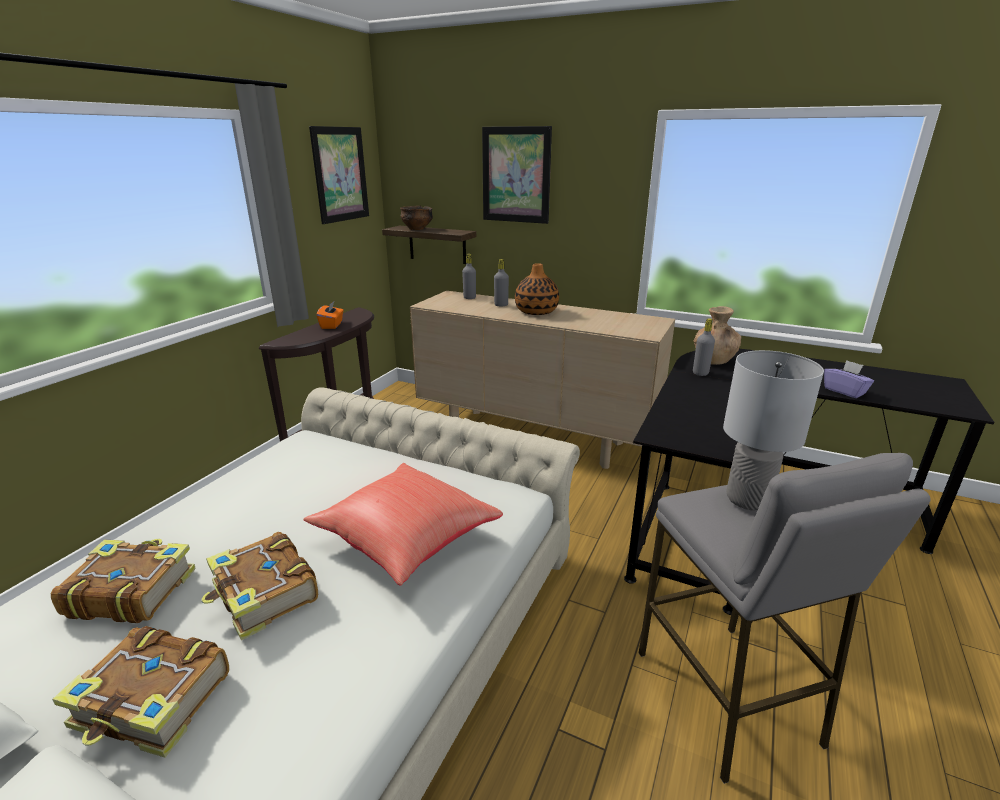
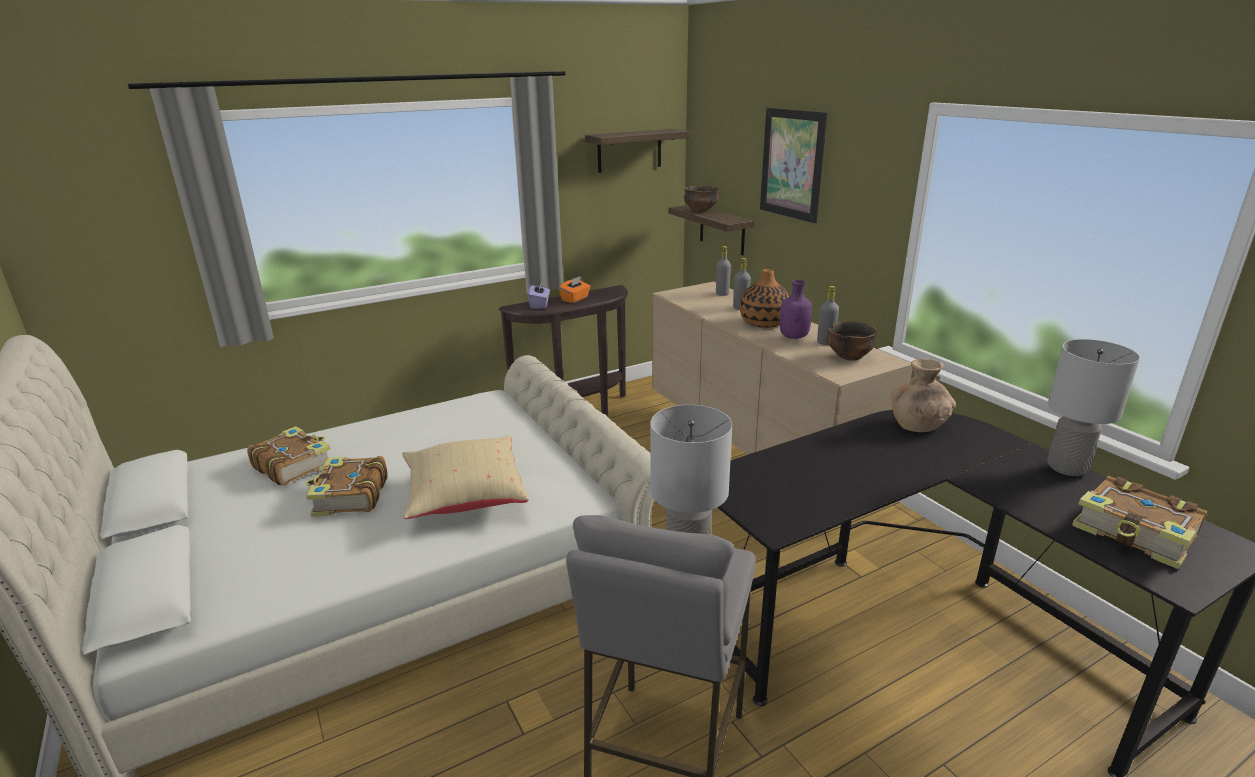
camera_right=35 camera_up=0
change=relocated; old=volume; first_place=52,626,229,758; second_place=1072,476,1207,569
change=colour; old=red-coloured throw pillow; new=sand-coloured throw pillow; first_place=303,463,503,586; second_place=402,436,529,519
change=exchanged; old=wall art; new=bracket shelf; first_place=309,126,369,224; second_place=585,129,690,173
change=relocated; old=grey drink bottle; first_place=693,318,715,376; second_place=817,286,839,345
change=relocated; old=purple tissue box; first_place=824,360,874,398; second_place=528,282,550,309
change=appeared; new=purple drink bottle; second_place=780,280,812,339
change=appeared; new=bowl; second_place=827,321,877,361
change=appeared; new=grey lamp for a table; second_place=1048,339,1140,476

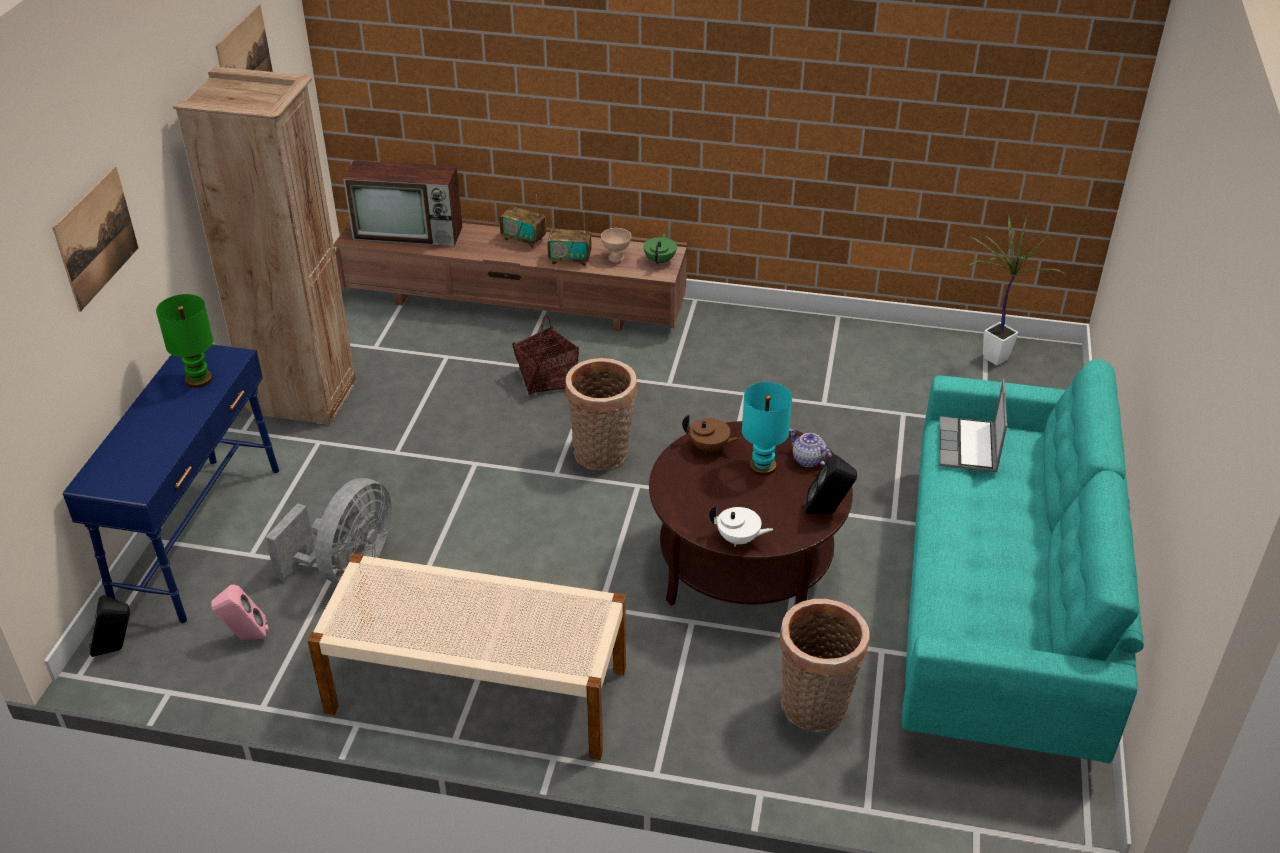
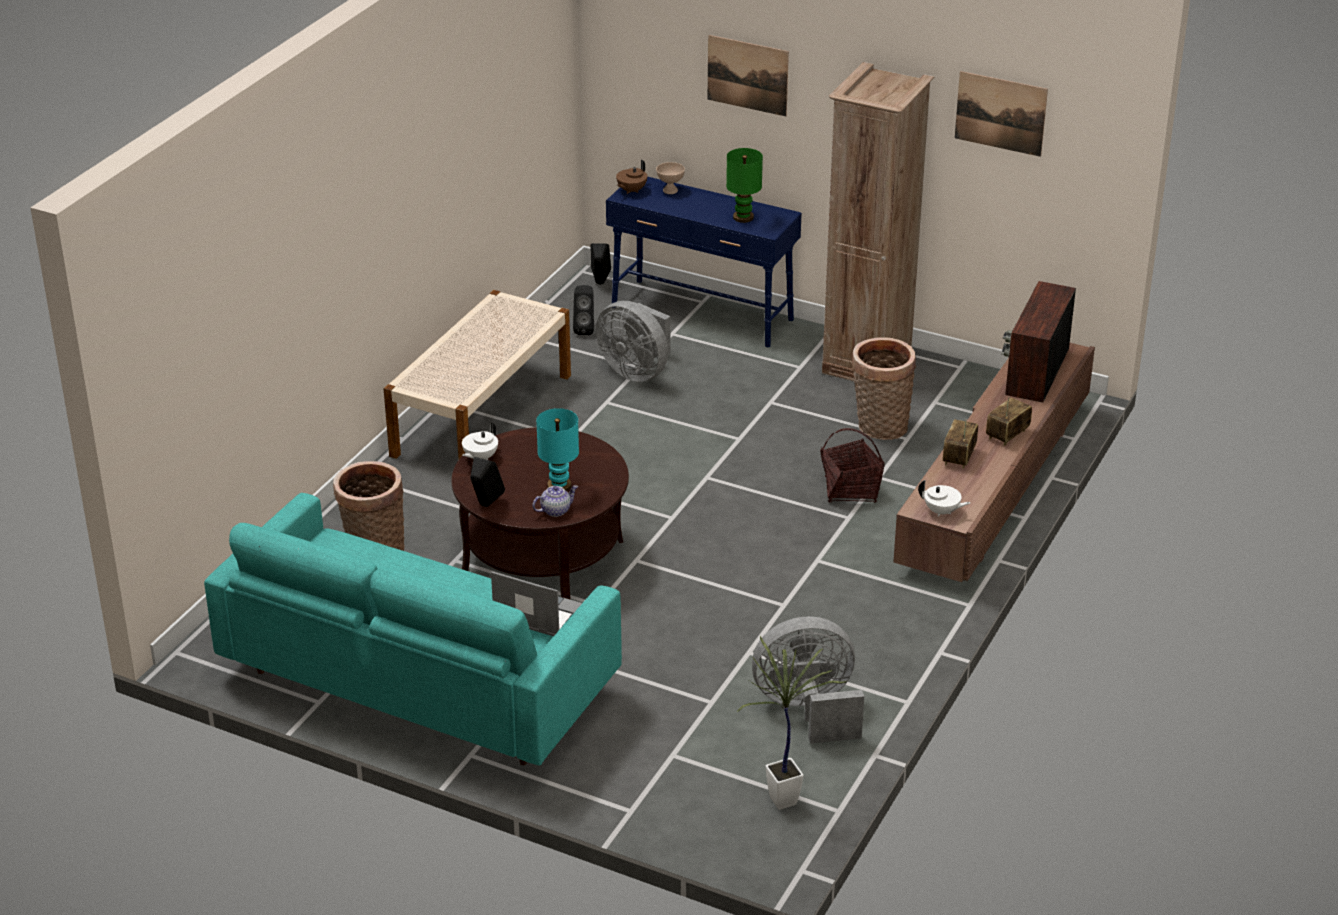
camera_right=105 camera_up=-5
change=colour; old=pink-coloured audio speaker; new=black-coloured audio speaker; first_place=211,585,269,640; second_place=573,285,594,335
change=relocated; old=household basket; first_place=565,358,637,470; second_place=852,337,916,440
change=relocated; old=sand-coloured bowl; first_place=601,228,631,263; second_place=656,162,685,194
change=colour; old=green tea pot; new=whitish tea pot; first_place=644,233,677,265; second_place=918,480,970,517
change=relocated; old=brown tea pot; first_place=682,414,741,454; second_place=616,160,647,194
change=appeared; new=grey fan; second_place=752,617,864,744

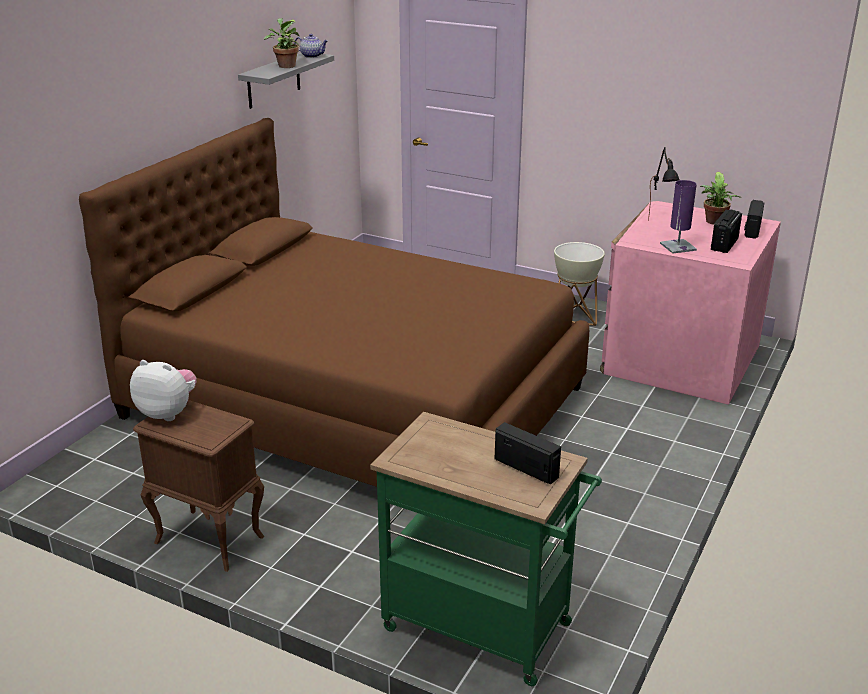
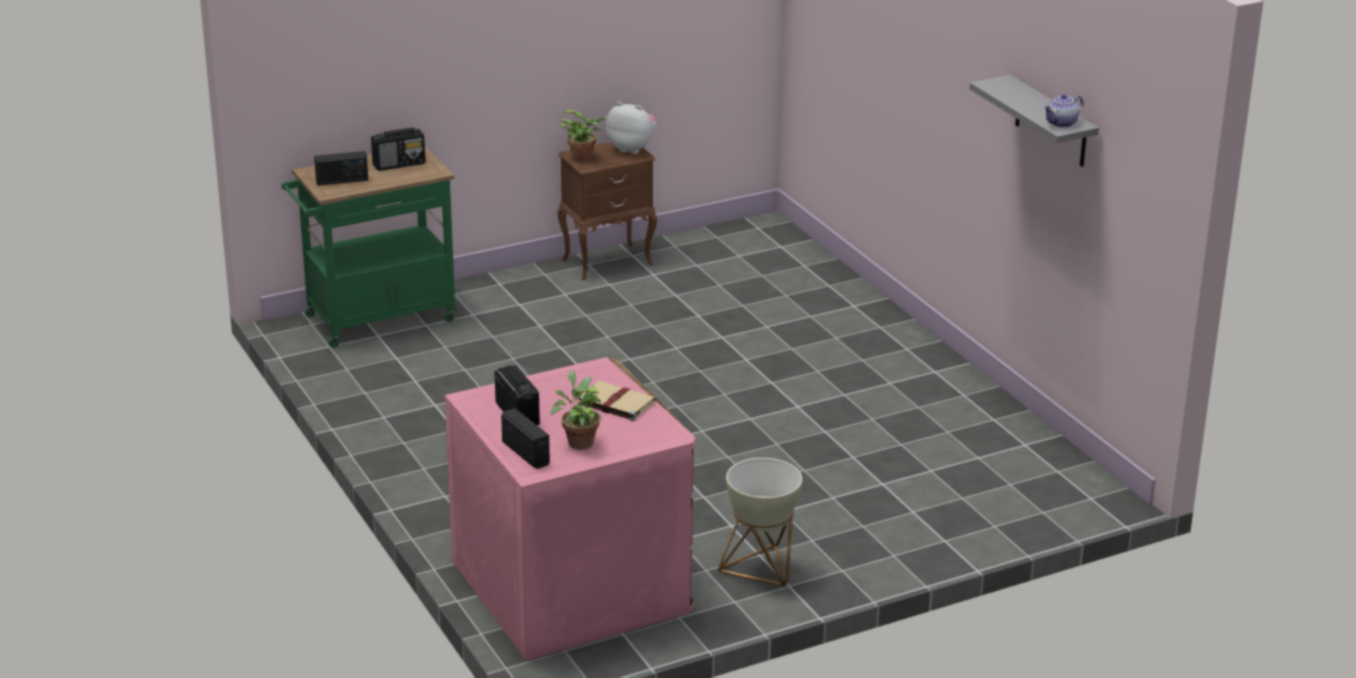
camera_right=125 camera_up=0
change=missing; old=brown sleeping bed; first_place=79,118,589,487
change=spun; old=cuddly toy; first_place=130,360,197,421; second_place=606,101,657,154; degrees=-120
change=relocated; old=houseplant; first_place=264,18,300,68; second_place=560,110,609,162
change=exchanged; old=black-coloured lamp for a table; new=sand-coloured volume; first_place=648,147,679,221; second_place=577,381,656,421
change=missing; old=purple lamp for a table; first_place=660,180,697,254
change=appeared; new=radio set; second_place=371,128,426,171

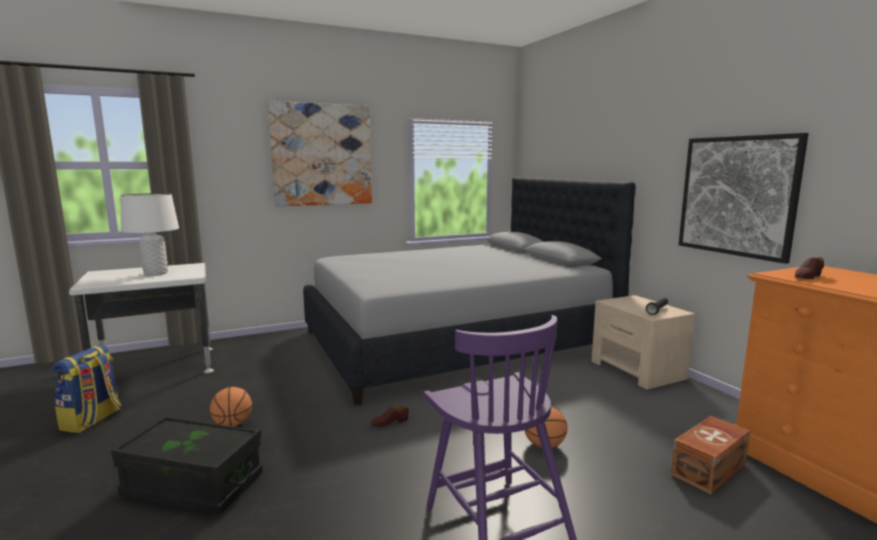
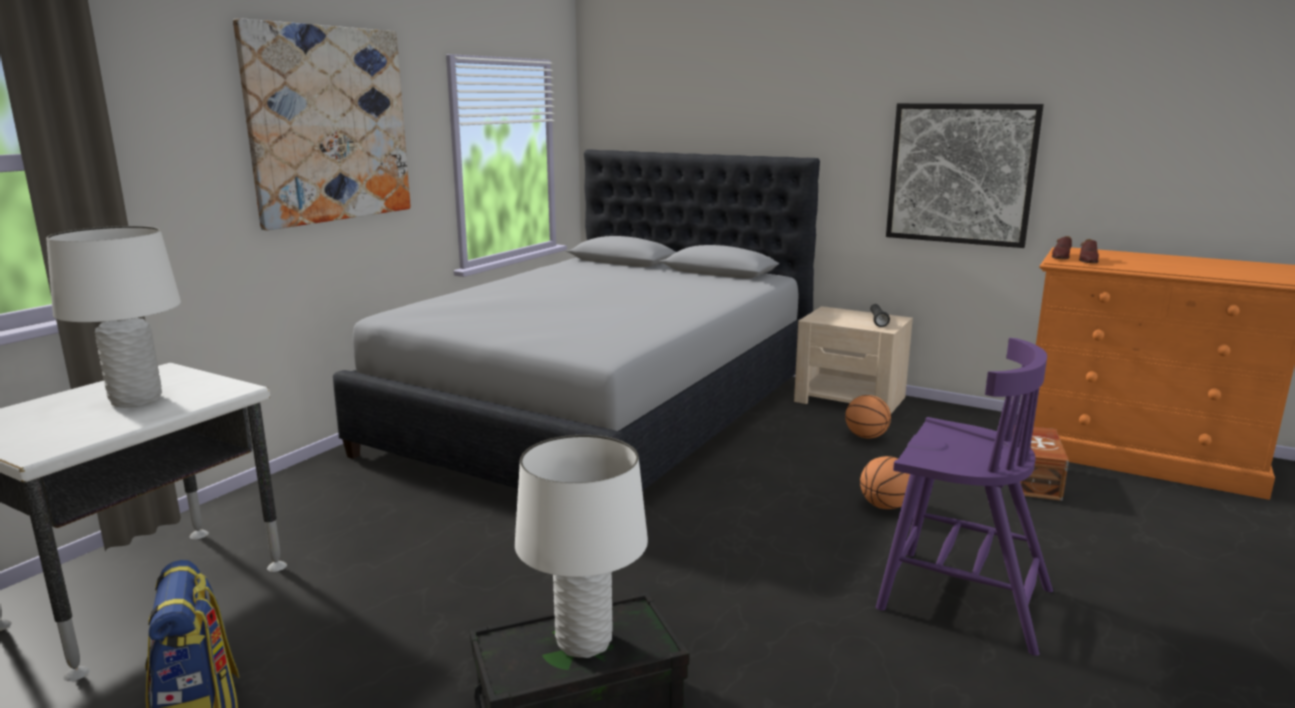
camera_right=-35 camera_up=5
change=relocated; old=basketball ball; first_place=210,387,252,427; second_place=845,395,891,439
change=relocated; old=brown shoe; first_place=370,406,409,427; second_place=1052,236,1072,259
change=appeared; new=whitish lamp for a table; second_place=515,435,648,658

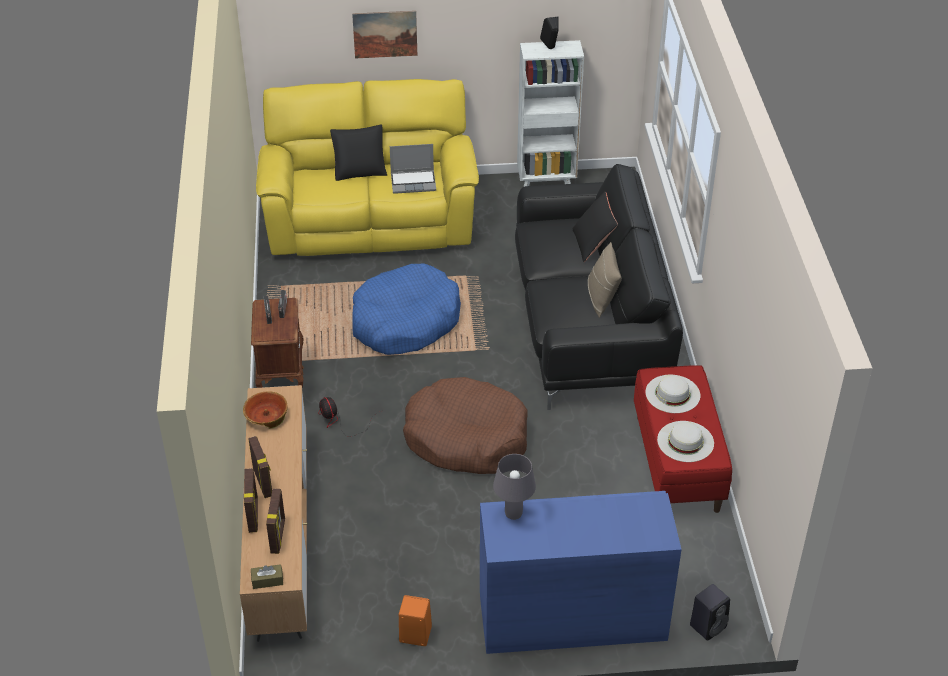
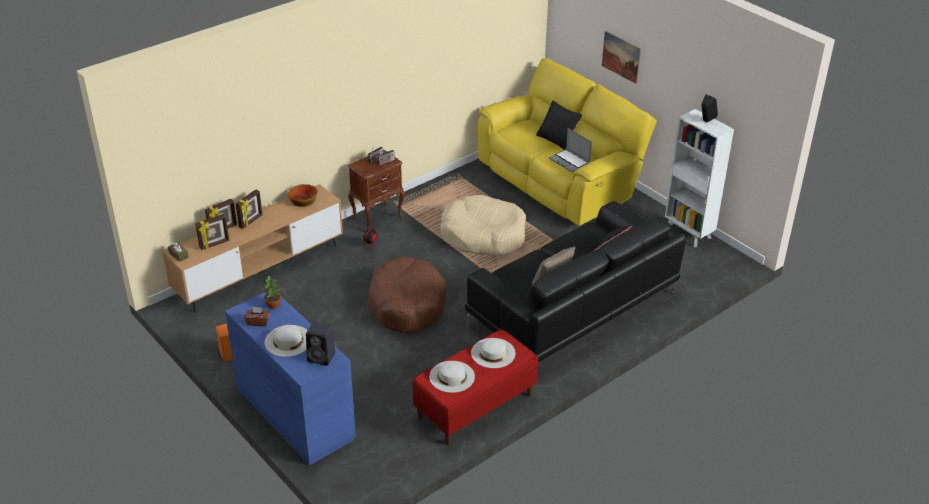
camera_right=55 camera_up=-5
change=colour; old=bluish dog bed; new=sand-coloured dog bed; first_place=353,264,461,355; second_place=440,195,526,256
change=exchanged; old=grey lamp for a table; new=houseplant; first_place=493,454,536,520; second_place=263,276,281,309
change=relocated; old=black-coloured audio speaker; first_place=690,584,730,641; second_place=306,321,335,366
change=appeared; new=brown tissue box; second_place=244,307,270,326
change=appeared; new=whitish wearable hat; second_place=264,325,308,357

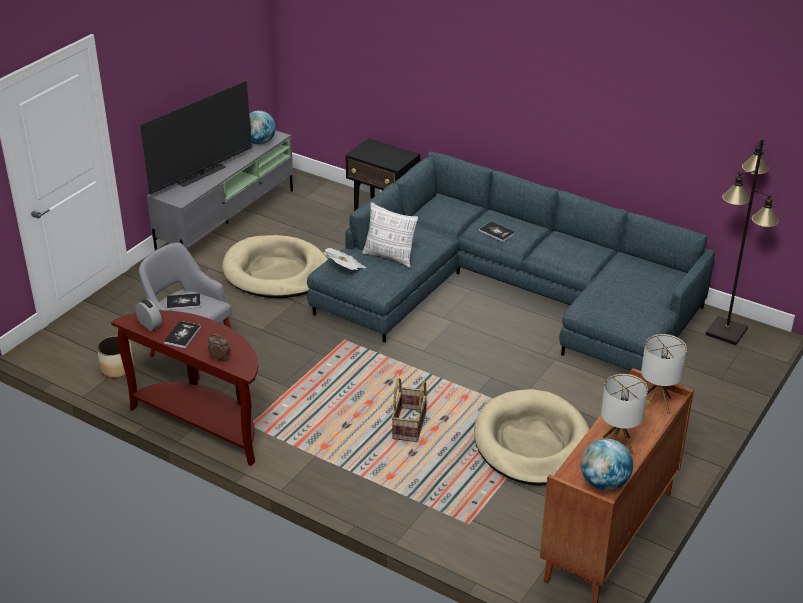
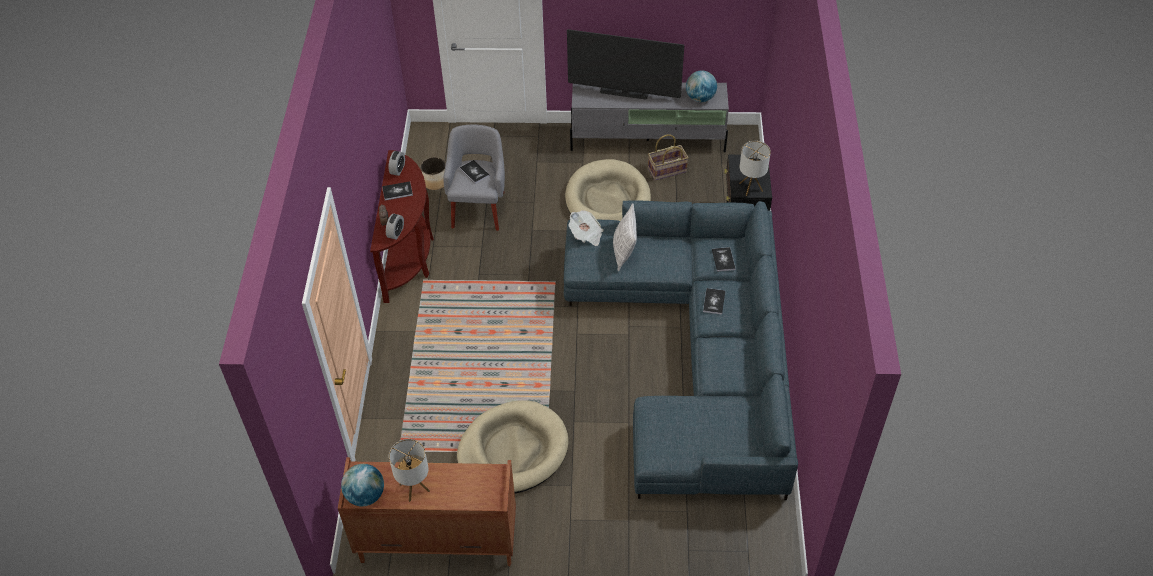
camera_right=60 camera_up=15
change=relocated; old=household basket; first_place=391,378,427,442; second_place=648,134,689,180
change=relocated; old=lamp for a table; first_place=641,334,687,414; second_place=739,141,771,196
change=missing; old=black-coloured floor lamp; first_place=705,139,779,345
change=appeared; new=alarm clock; second_place=386,214,404,240
change=appeared; new=volume; second_place=712,247,736,272

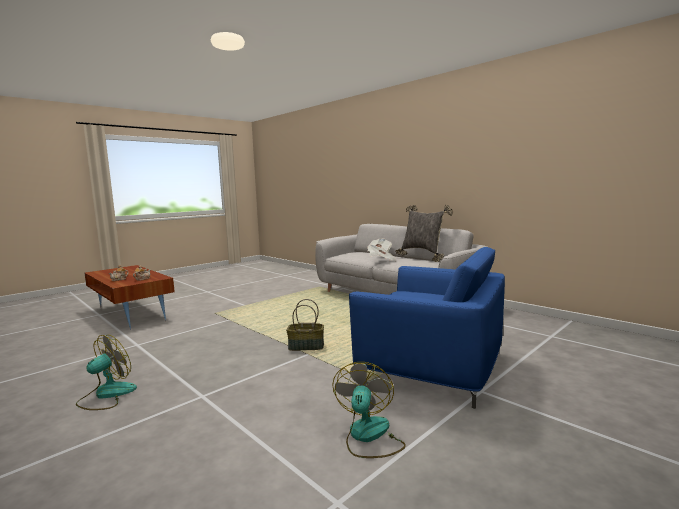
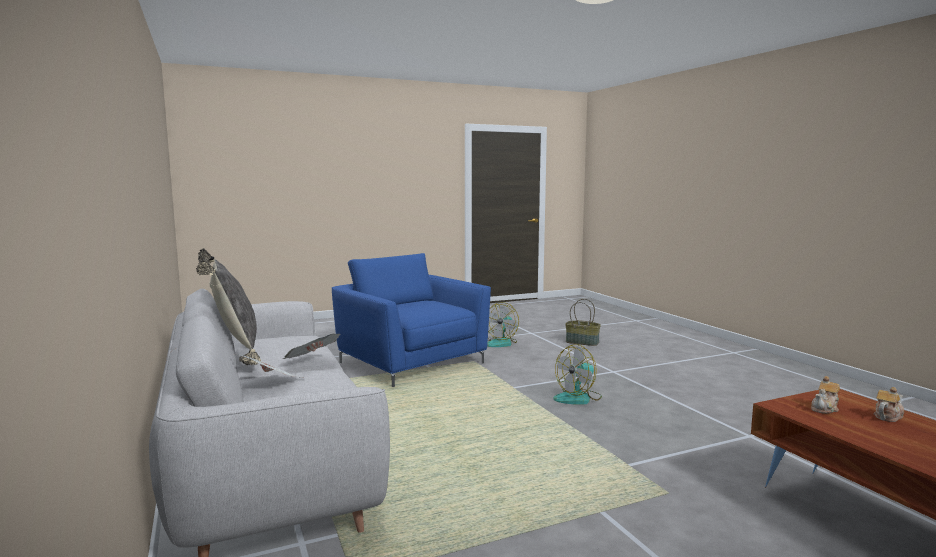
camera_right=-160 camera_up=0
change=relocated; old=fan; first_place=76,335,137,410; second_place=553,344,602,405
change=relocated; old=household basket; first_place=286,299,324,351; second_place=565,299,601,346

